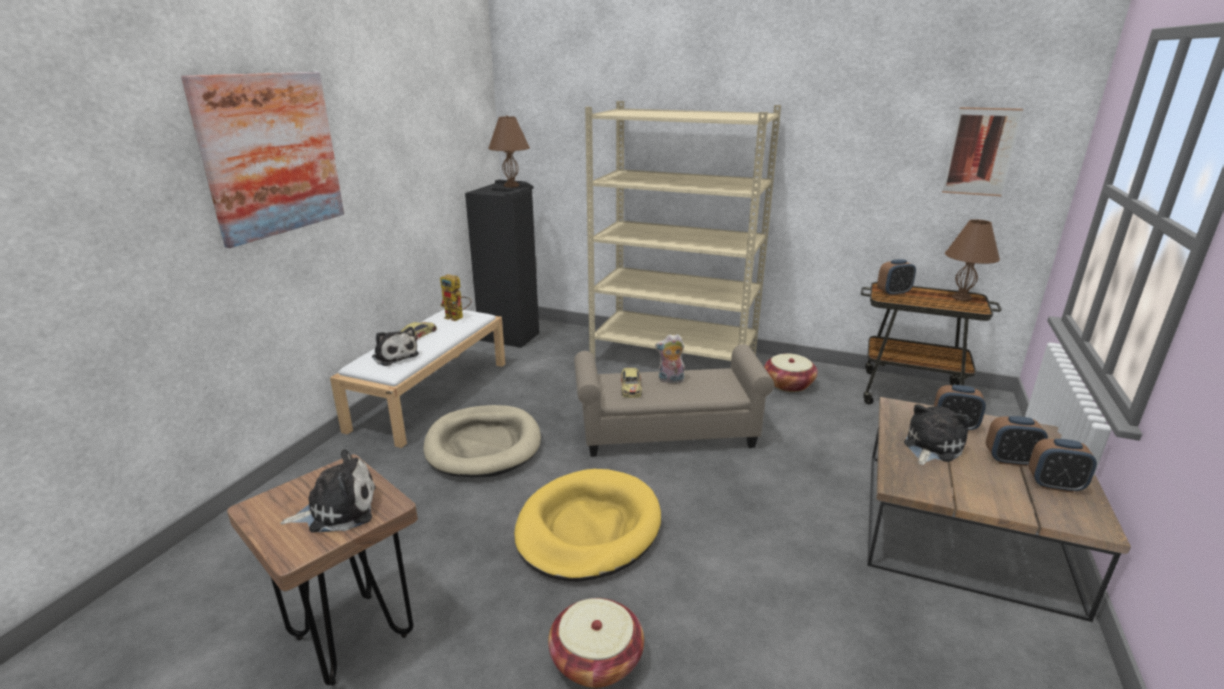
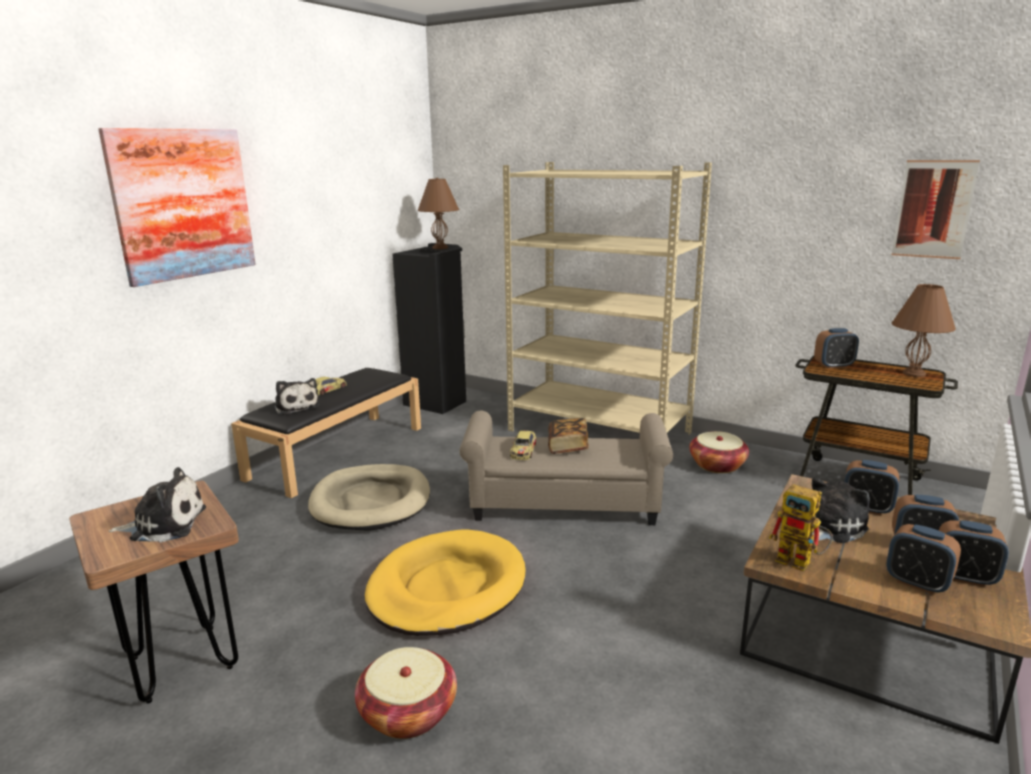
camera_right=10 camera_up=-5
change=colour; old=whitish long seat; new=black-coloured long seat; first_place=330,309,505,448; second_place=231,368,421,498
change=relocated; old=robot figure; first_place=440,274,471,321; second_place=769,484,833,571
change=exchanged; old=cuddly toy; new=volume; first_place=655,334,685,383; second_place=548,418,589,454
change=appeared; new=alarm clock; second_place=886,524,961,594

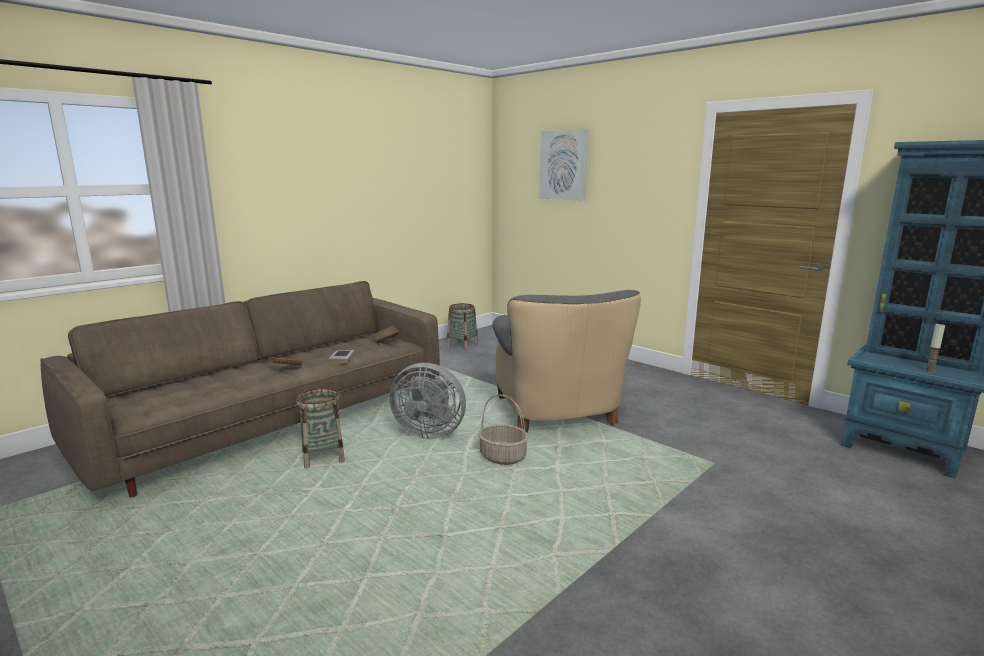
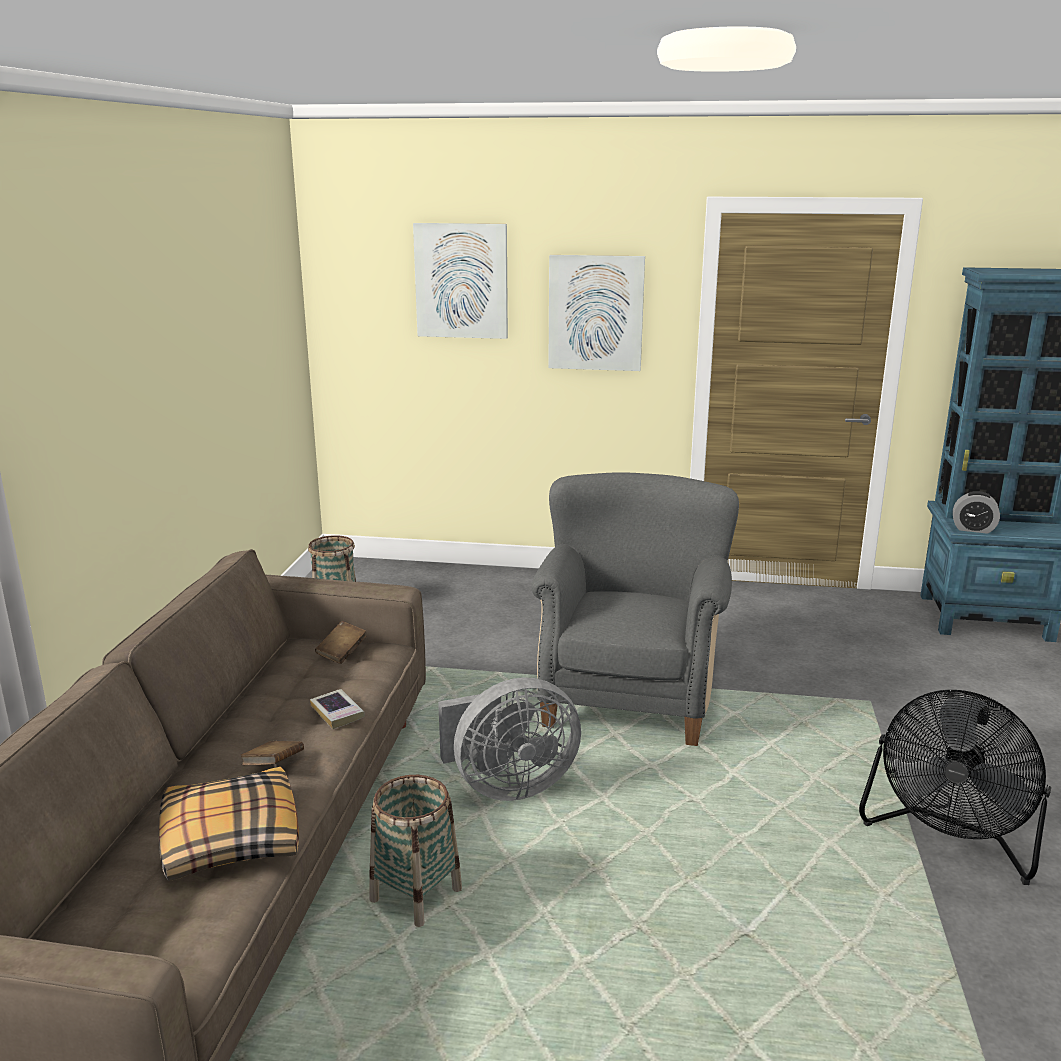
camera_right=-35 camera_up=5
change=missing; old=household basket; first_place=478,394,528,465
change=spun; old=grey armchair; first_place=492,290,641,433; second_place=531,472,739,746; degrees=-120
change=missing; old=wax light; first_place=925,323,945,373
change=appeared; new=throw pillow; second_place=159,767,299,881
change=appeared; new=wall art; second_place=548,255,645,371
change=appeared; new=black-coloured fan; second_place=859,690,1051,885
change=appeared; new=alarm clock; second_place=953,491,1000,534

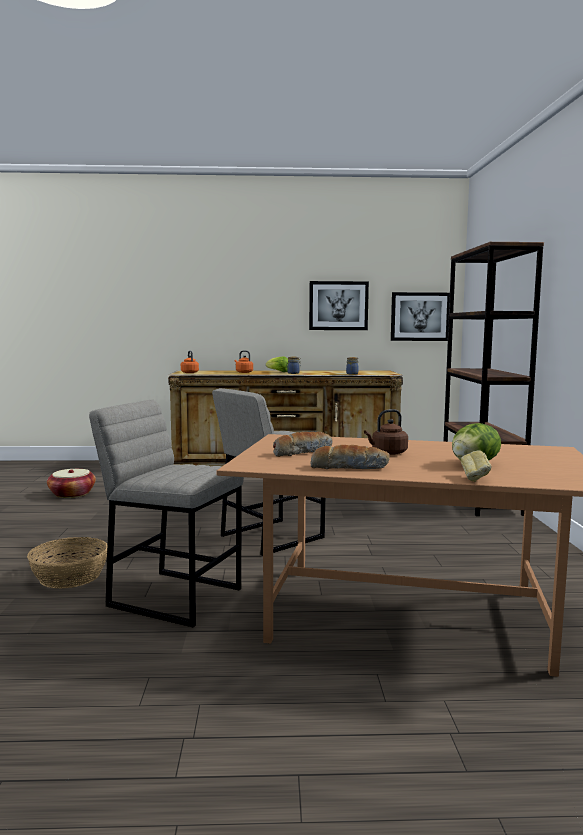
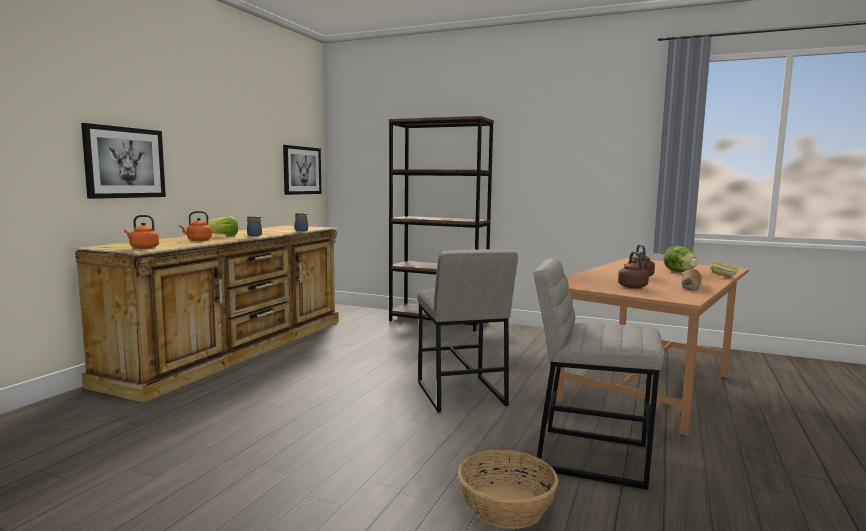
camera_right=-65 camera_up=0
change=missing; old=household basket; first_place=47,469,96,498
change=spun; old=grey upright chair; first_place=89,400,244,627; second_place=534,258,664,490; degrees=60
change=exchanged; old=bread; new=brown tea kettle; first_place=273,432,332,457; second_place=618,251,649,288
change=relocated; old=wall art; first_place=309,281,369,330; second_place=81,123,166,199

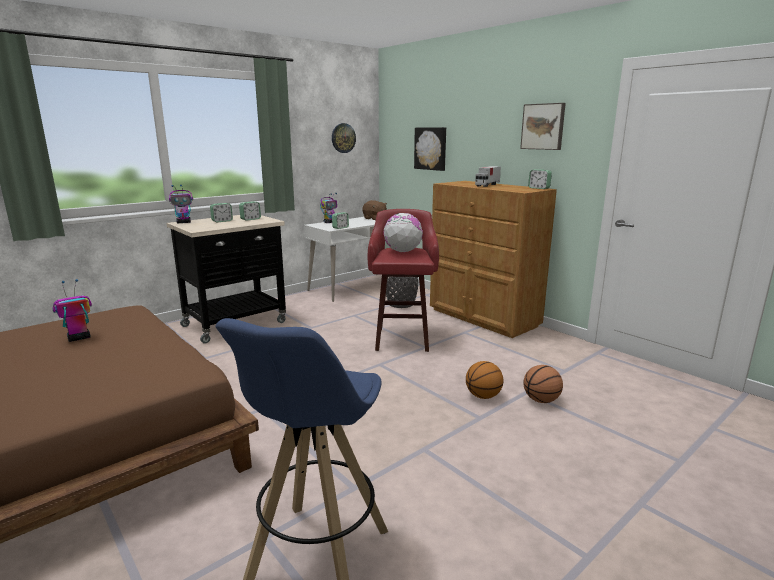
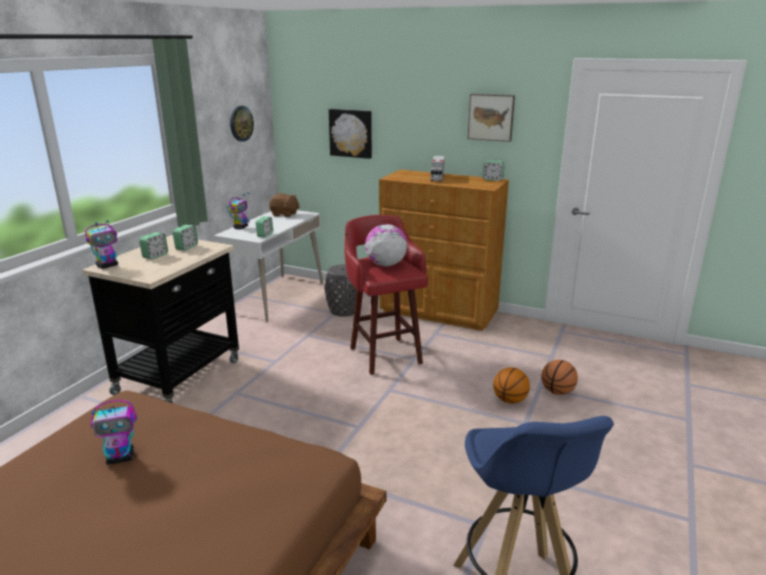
camera_right=-25 camera_up=5
change=spun; old=robot figure; first_place=53,279,92,342; second_place=91,400,137,465; degrees=-135

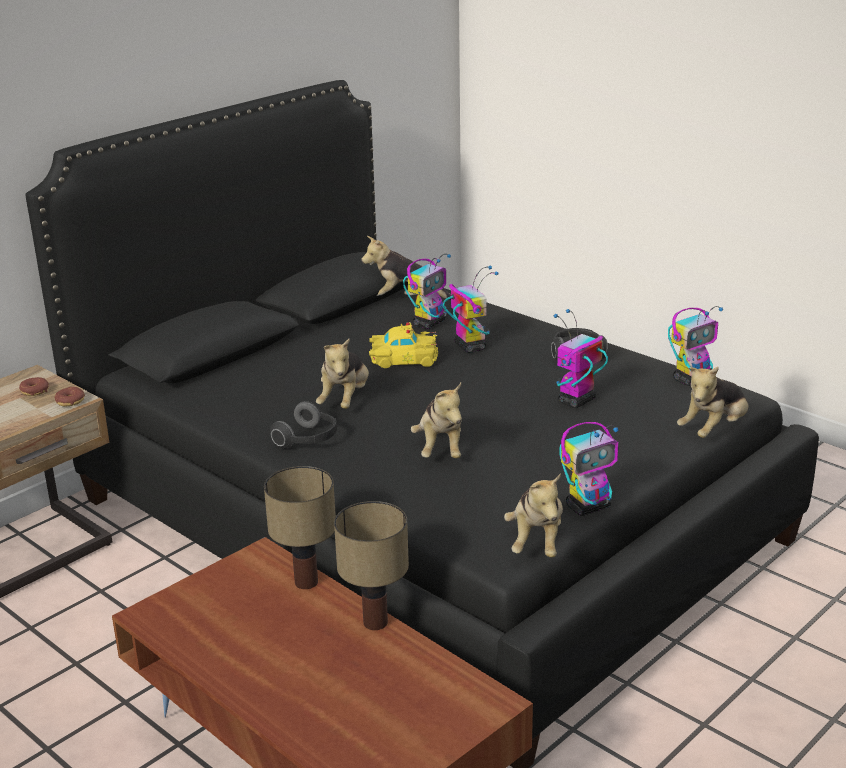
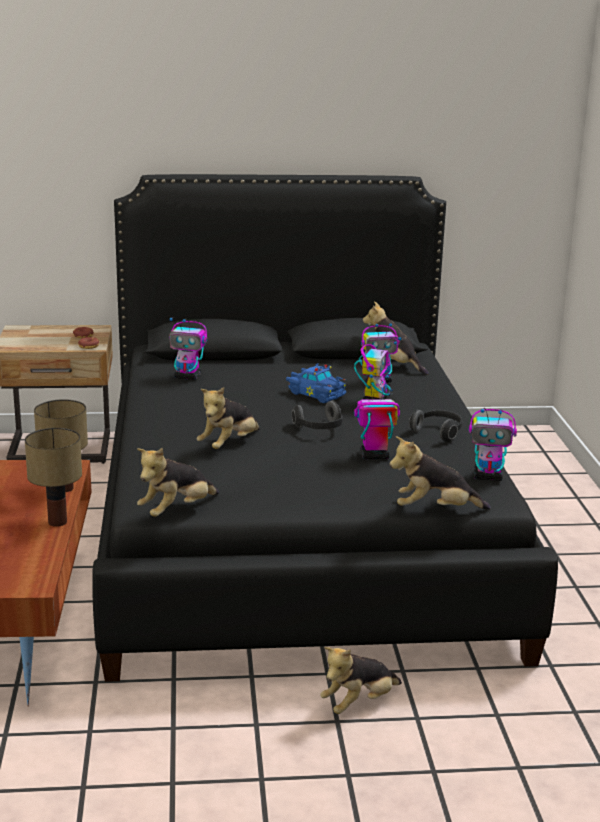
camera_right=40 camera_up=-5
change=relocated; old=headphones; first_place=270,401,337,449; second_place=292,401,343,429
change=relocated; old=cuddly toy; first_place=316,338,369,409; second_place=320,647,402,714
change=colour; old=yellow-coloured miniature car; new=bluish miniature car; first_place=369,322,438,368; second_place=286,363,347,403
change=relocated; old=robot figure; first_place=560,422,619,516; second_place=169,317,208,380

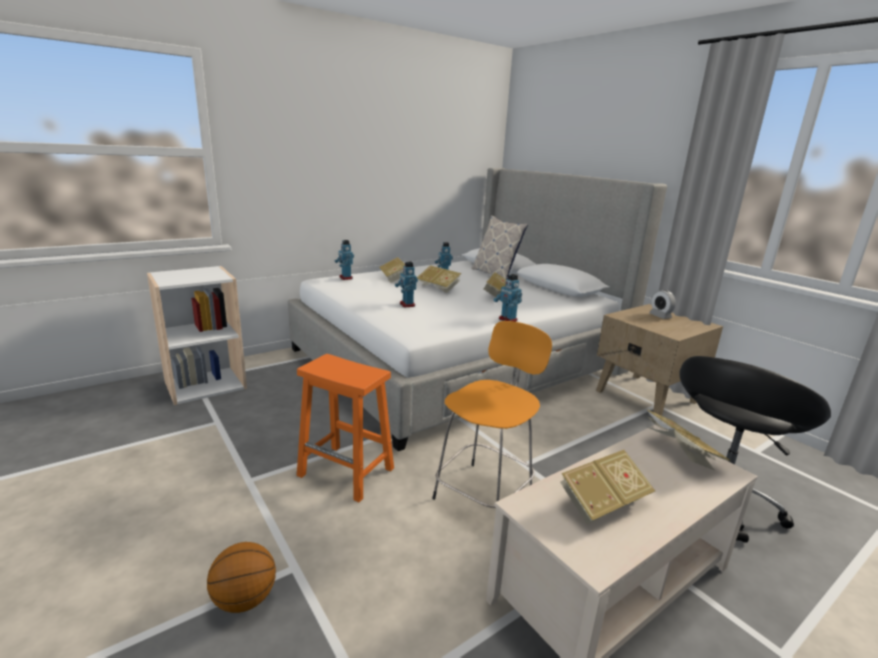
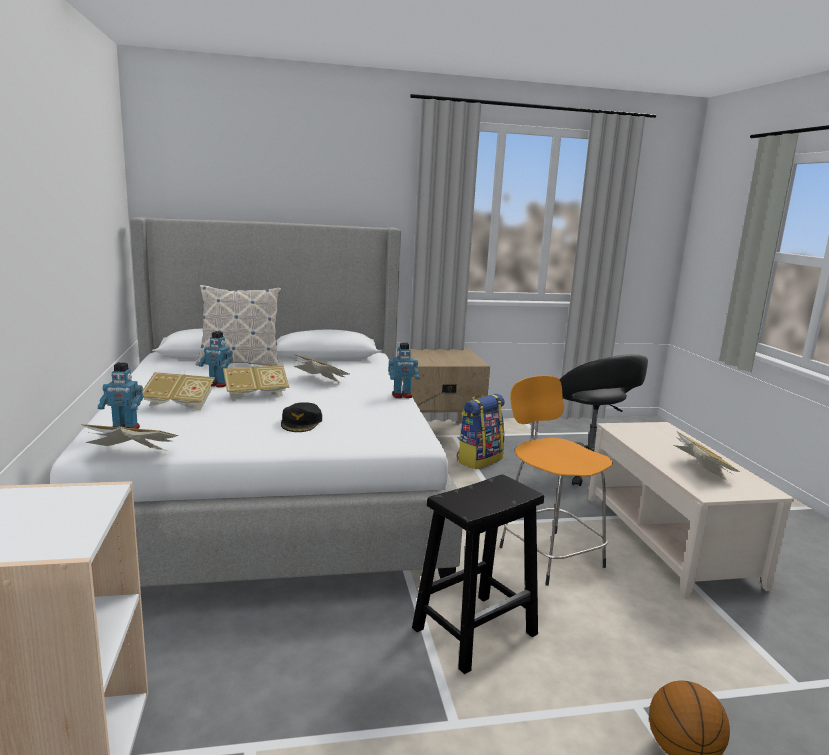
camera_right=-65 camera_up=-5
change=colour; old=orange-coloured sitting stool; new=black-coloured sitting stool; first_place=297,354,394,502; second_place=412,474,544,674
change=exchanged; old=robot figure; new=black-coloured baseball cap; first_place=395,262,418,307; second_place=281,402,322,432
change=relocated; old=volume; first_place=645,410,731,470; second_place=81,424,178,451
change=missing; old=alarm clock; first_place=649,290,676,319
change=appeared; new=rucksack; second_place=457,394,505,469

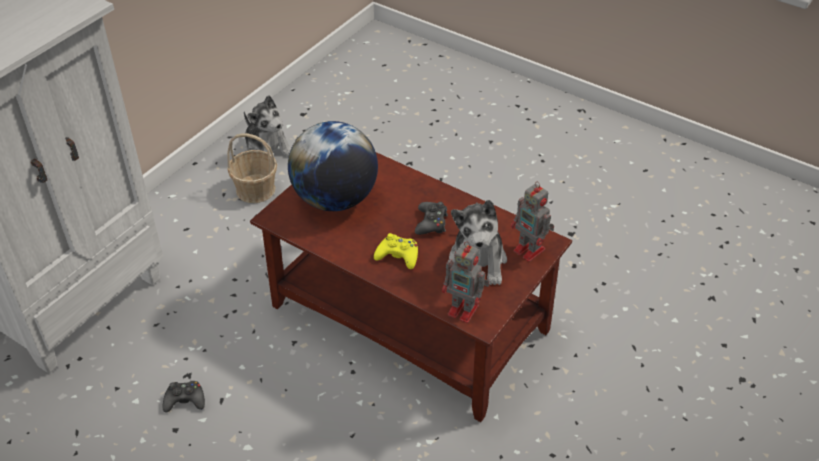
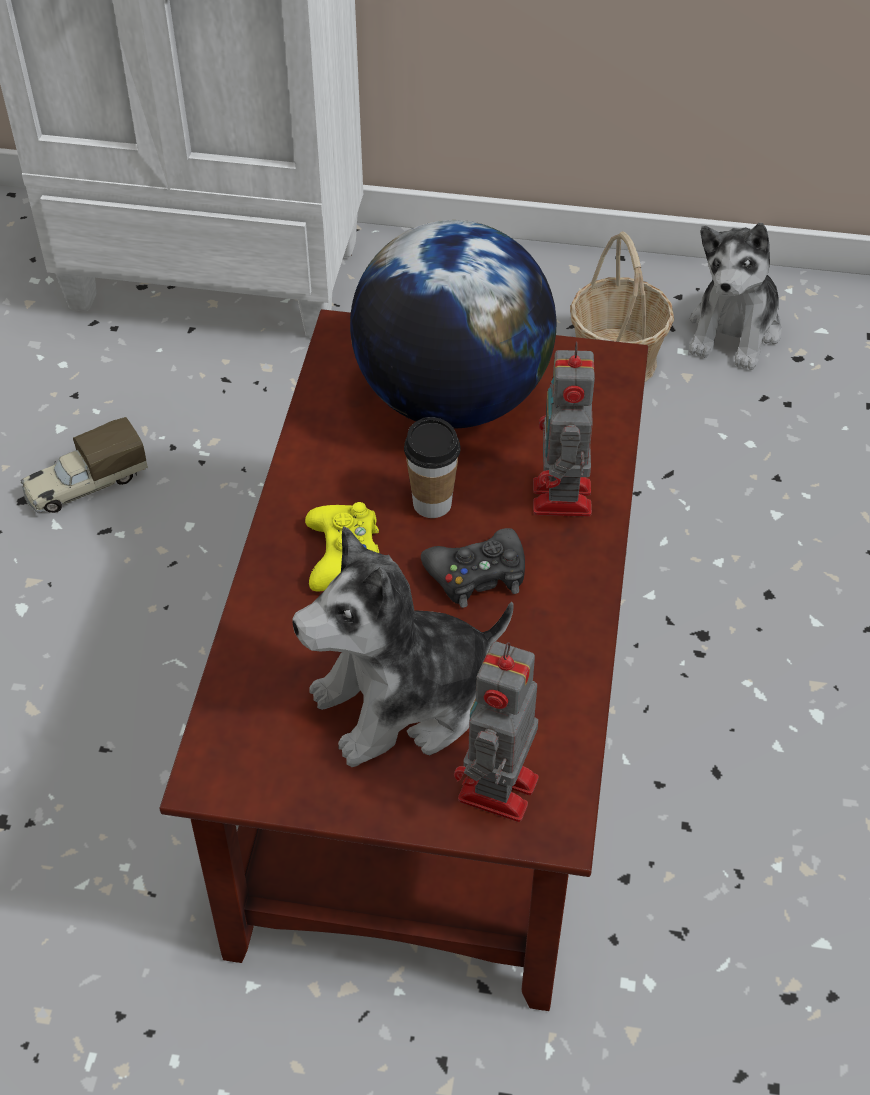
camera_right=65 camera_up=5
change=exchanged; old=black-coloured game controller; new=toy truck; first_place=162,381,205,412; second_place=21,417,148,513
change=relocated; old=robot figure; first_place=442,241,489,323; second_place=533,341,595,517
change=appeared; new=drinking cup; second_place=404,417,461,518

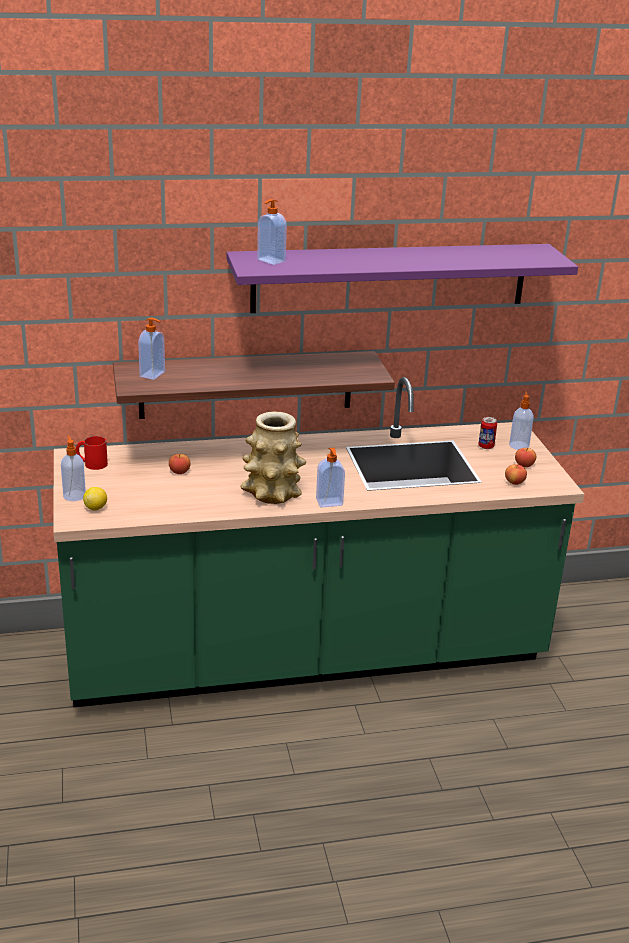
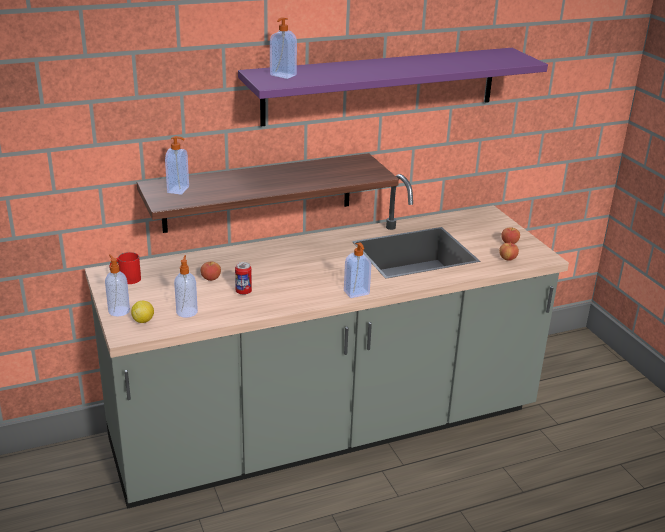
camera_right=-10 camera_up=0
change=colour; old=green kitchen counter; new=grey kitchen counter; first_place=53,377,584,708; second_place=85,174,569,509
change=missing; old=decorative vase; first_place=240,412,306,504
change=relocated; old=can; first_place=478,417,497,449; second_place=235,262,252,295
change=relocated; old=soap dispenser; first_place=509,392,534,450; second_place=174,255,198,318

